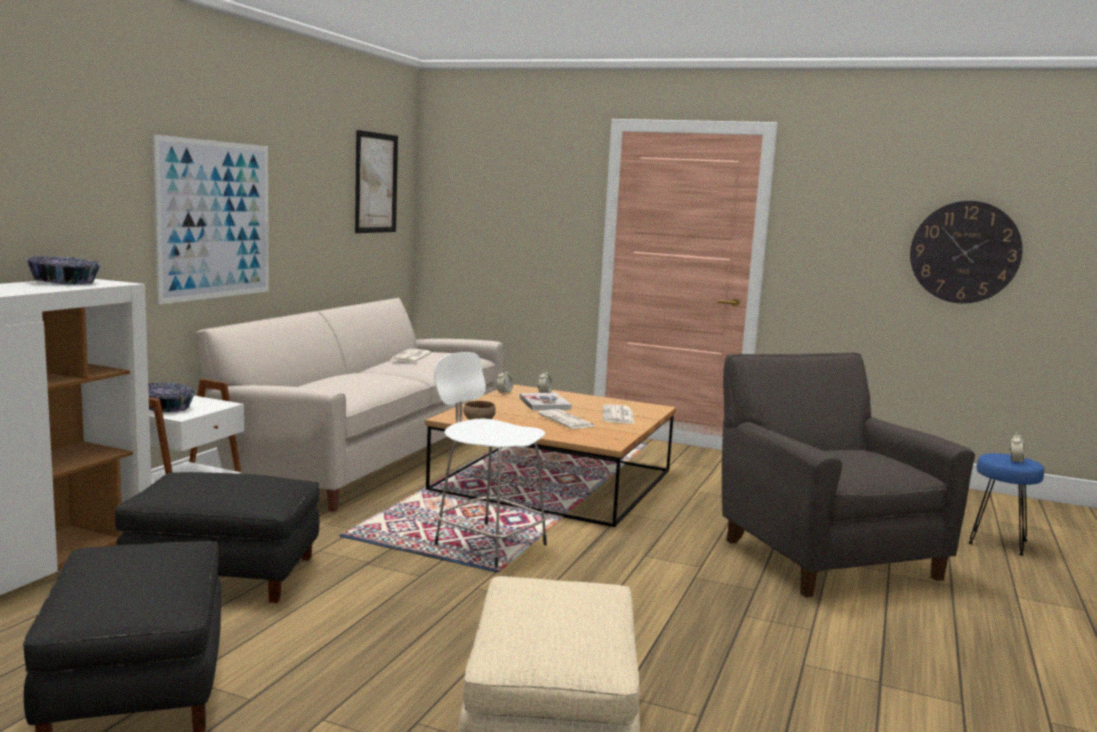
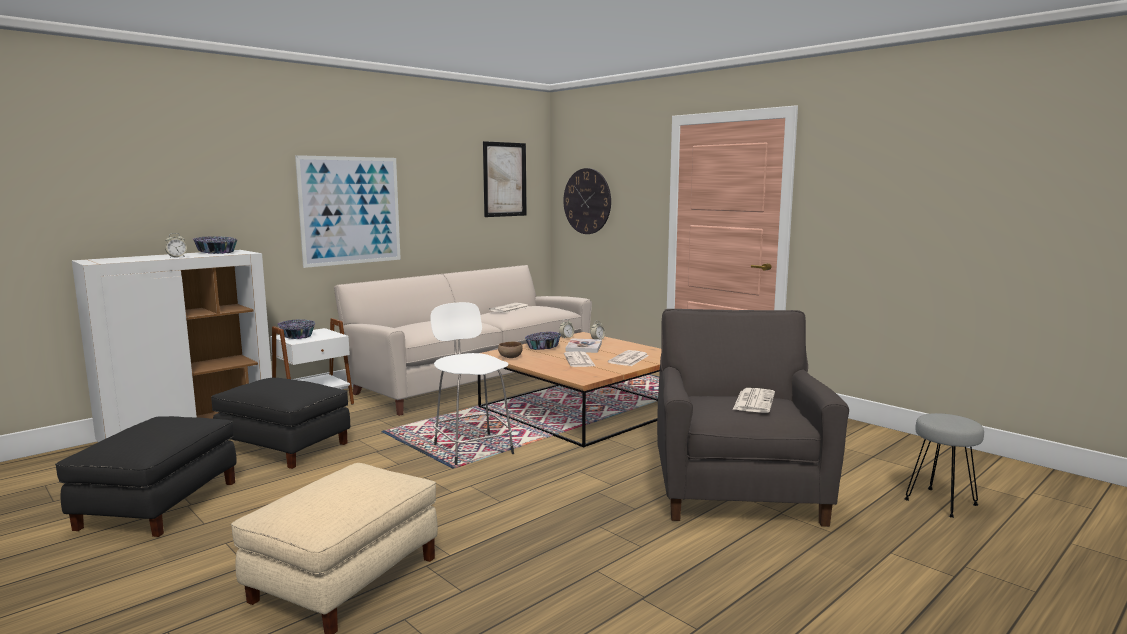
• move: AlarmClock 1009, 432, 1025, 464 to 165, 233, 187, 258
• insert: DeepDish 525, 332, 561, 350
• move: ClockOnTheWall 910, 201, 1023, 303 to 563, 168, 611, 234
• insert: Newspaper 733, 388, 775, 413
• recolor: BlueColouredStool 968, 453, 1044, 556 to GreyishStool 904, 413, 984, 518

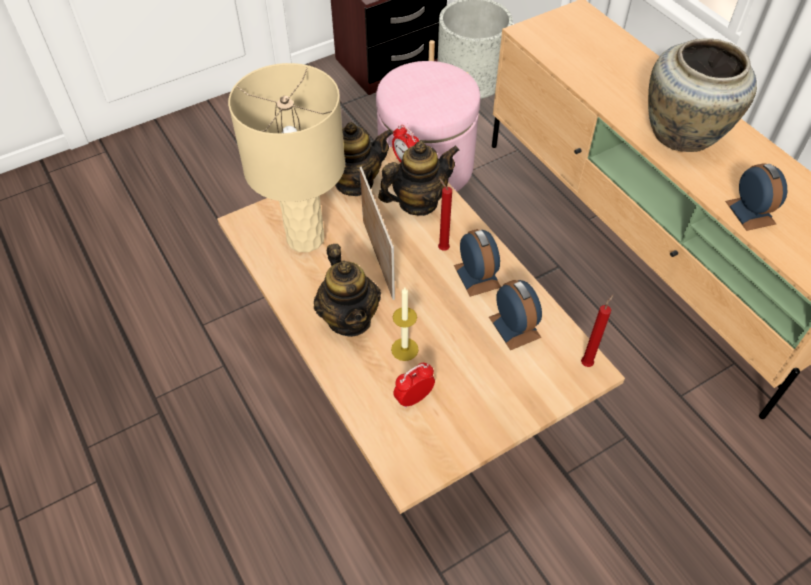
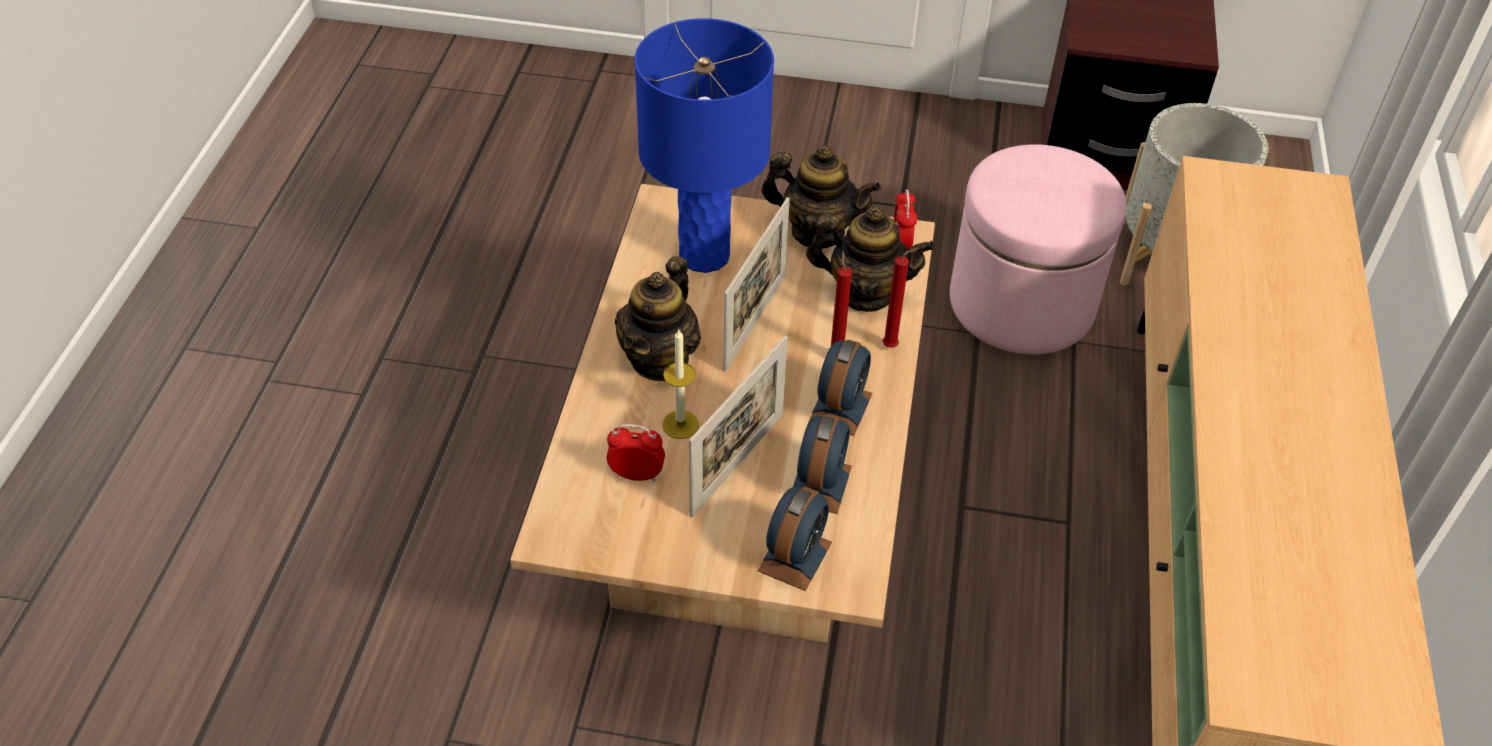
• recolor: BeigeLampForATable 228, 63, 345, 252 to BlueColouredLampForATable 635, 18, 774, 273
• insert: StandingFrame 689, 335, 788, 517
• move: AlarmClock 725, 163, 787, 231 to 758, 487, 832, 591
• move: ReddishCandle 581, 295, 614, 367 to 882, 248, 917, 348
• delete: BeigeVase 648, 38, 757, 152

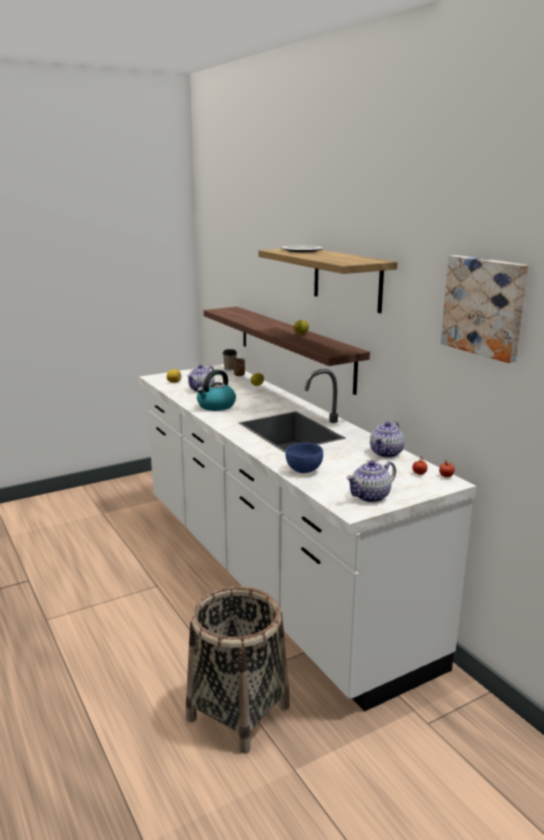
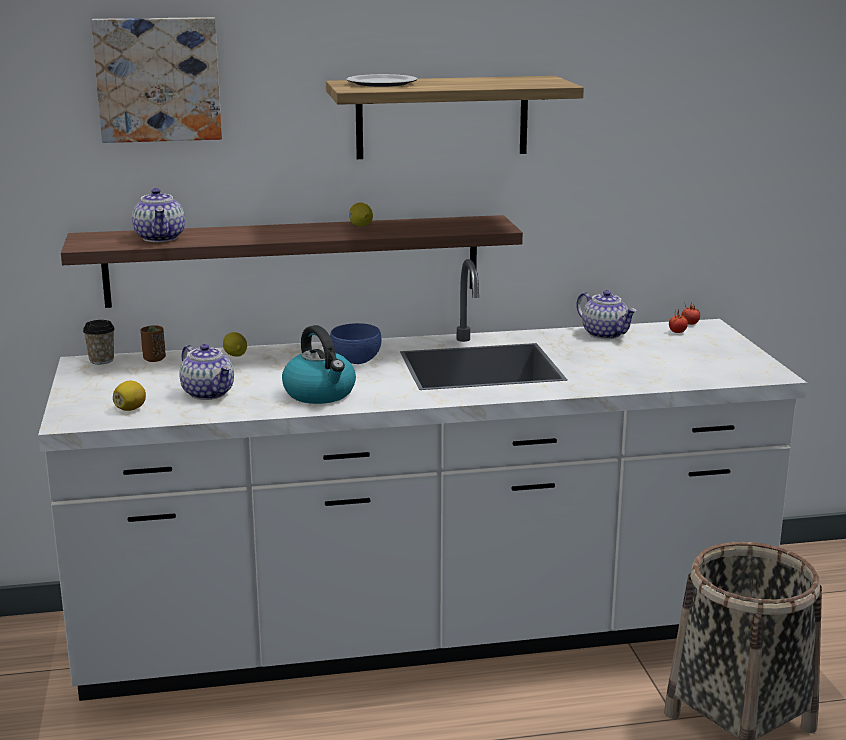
• move: Picture 441, 255, 528, 363 to 91, 17, 222, 143
• move: Teapot 346, 460, 396, 502 to 132, 188, 185, 242
• move: BlueColouredDeepDish 285, 443, 323, 473 to 330, 323, 381, 364

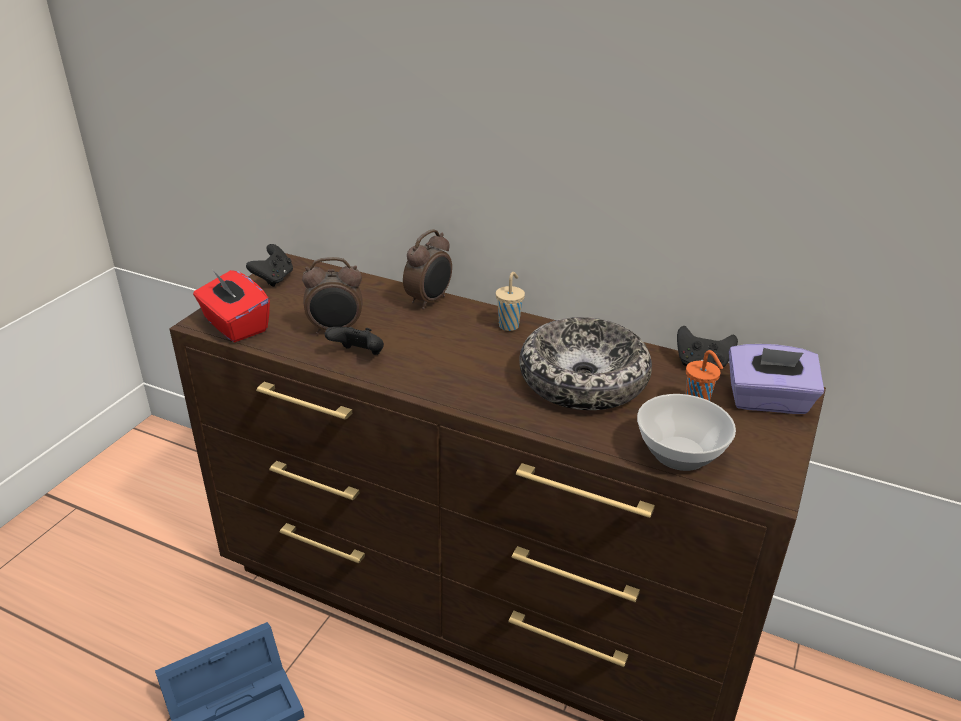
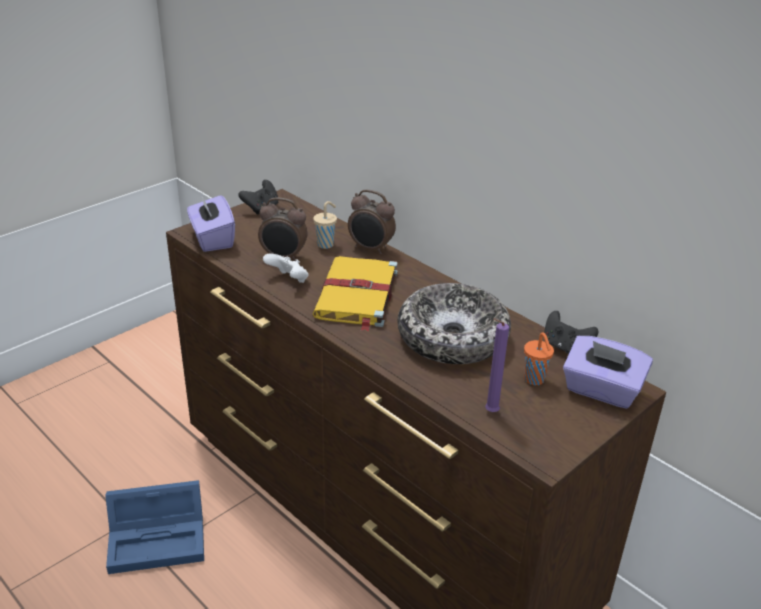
• recolor: ReddishBoxOfTissues 193, 269, 270, 342 to PurpleBoxOfTissues 187, 193, 235, 252
• recolor: BlackGamepad 325, 327, 384, 355 to WhiteGamepad 263, 254, 309, 283
• insert: YellowColouredBook 312, 256, 398, 331
• move: BeigeDrinkingCup 496, 272, 525, 331 to 313, 201, 337, 249
• rotate: AlarmClock 403, 229, 452, 310 = 348, 189, 396, 255 60 degrees clockwise
• replace: DeepDish 637, 394, 736, 471 to PurpleCandle 485, 319, 509, 412

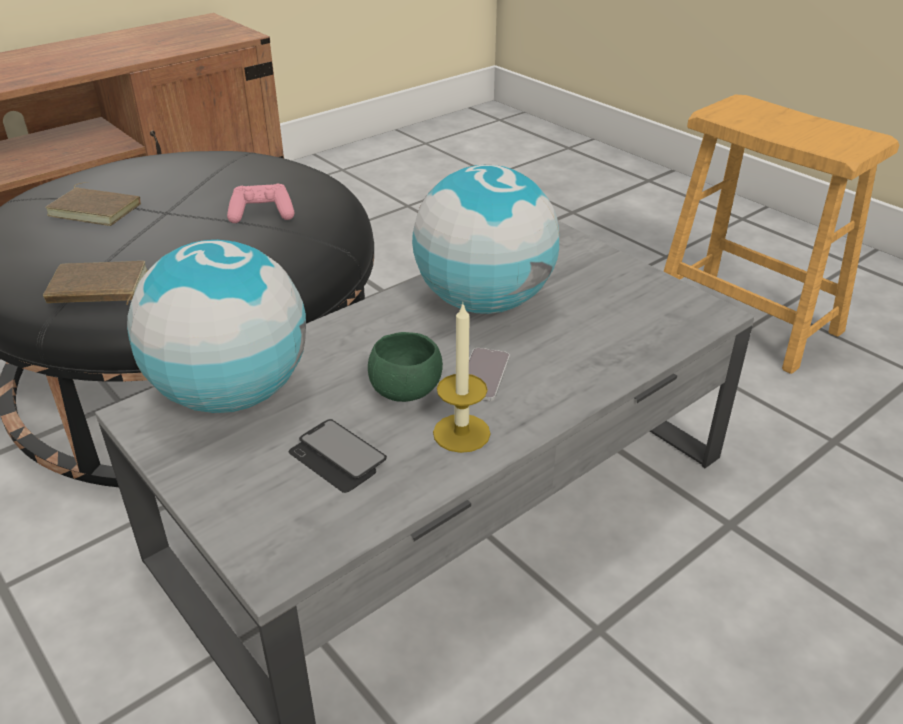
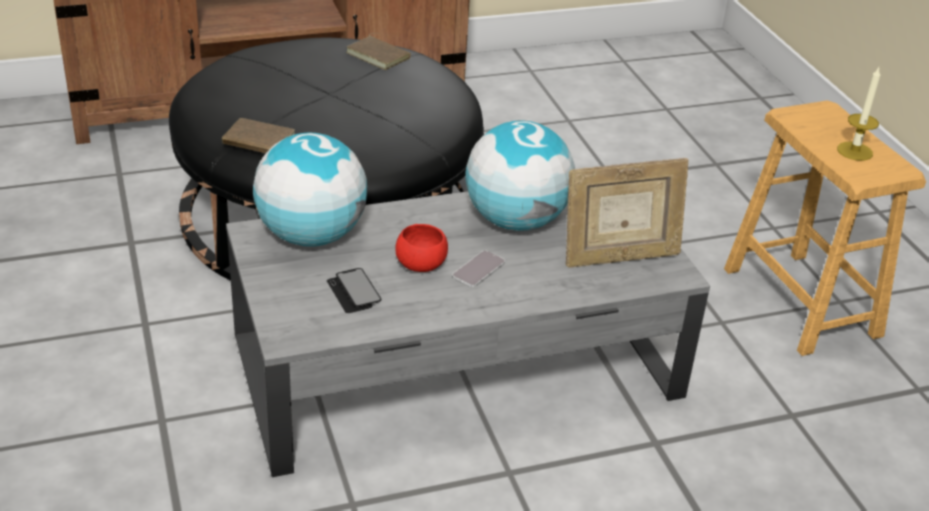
• move: BrownishBook 45, 182, 141, 226 to 346, 33, 411, 70
• recolor: GreenDeepDish 368, 332, 443, 402 to ReddishDeepDish 395, 224, 448, 272
• insert: StandingFrame 566, 158, 688, 268
• move: Candle 433, 302, 491, 453 to 837, 68, 881, 161
• delete: PinkGamepad 227, 183, 294, 223

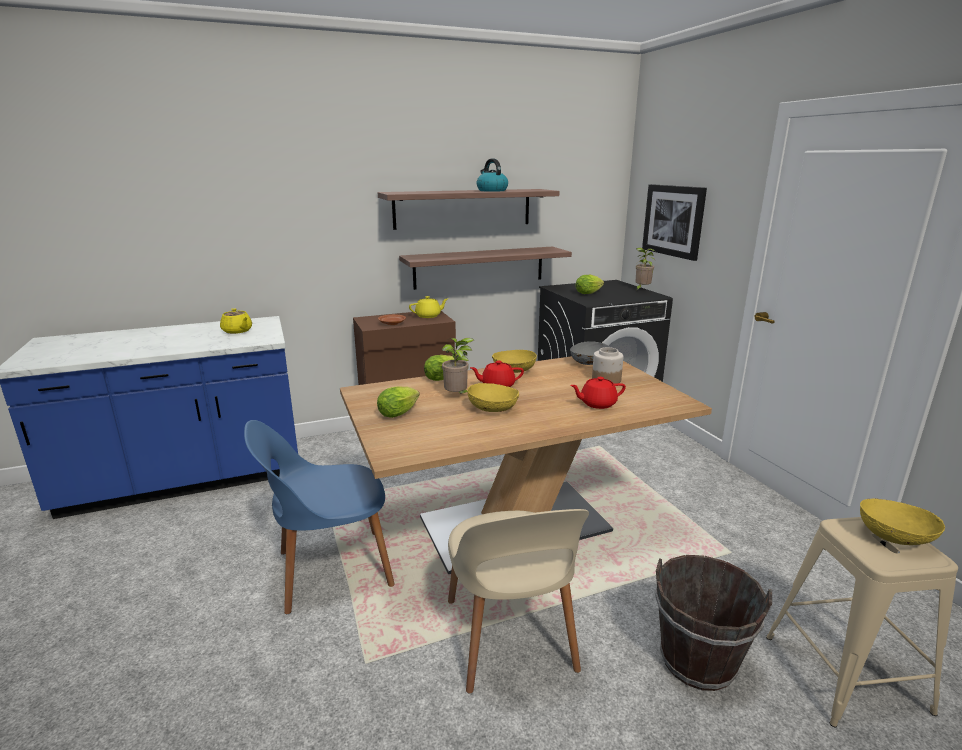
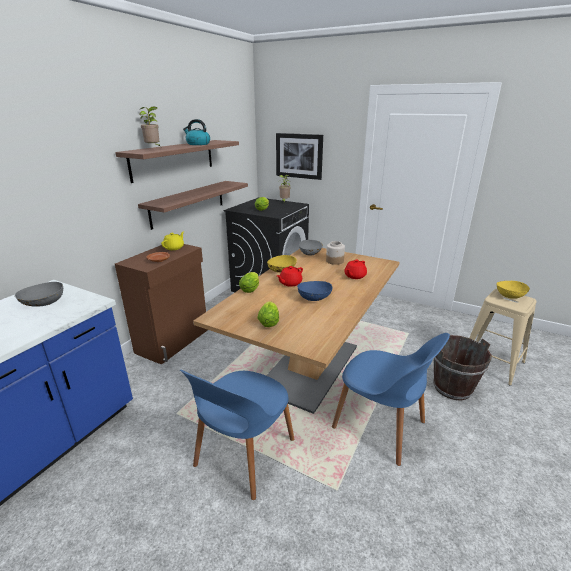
• replace: YellowColouredTeapot 220, 308, 252, 334 to GreyishDeepDish 15, 282, 63, 307
• move: PlantInAPot 442, 338, 474, 394 to 140, 106, 161, 147
• recolor: YellowColouredDeepDish 467, 383, 519, 412 to BlueColouredDeepDish 297, 281, 333, 301
• recolor: BeigeChair 448, 509, 589, 694 to BlueColouredChair 332, 333, 450, 466

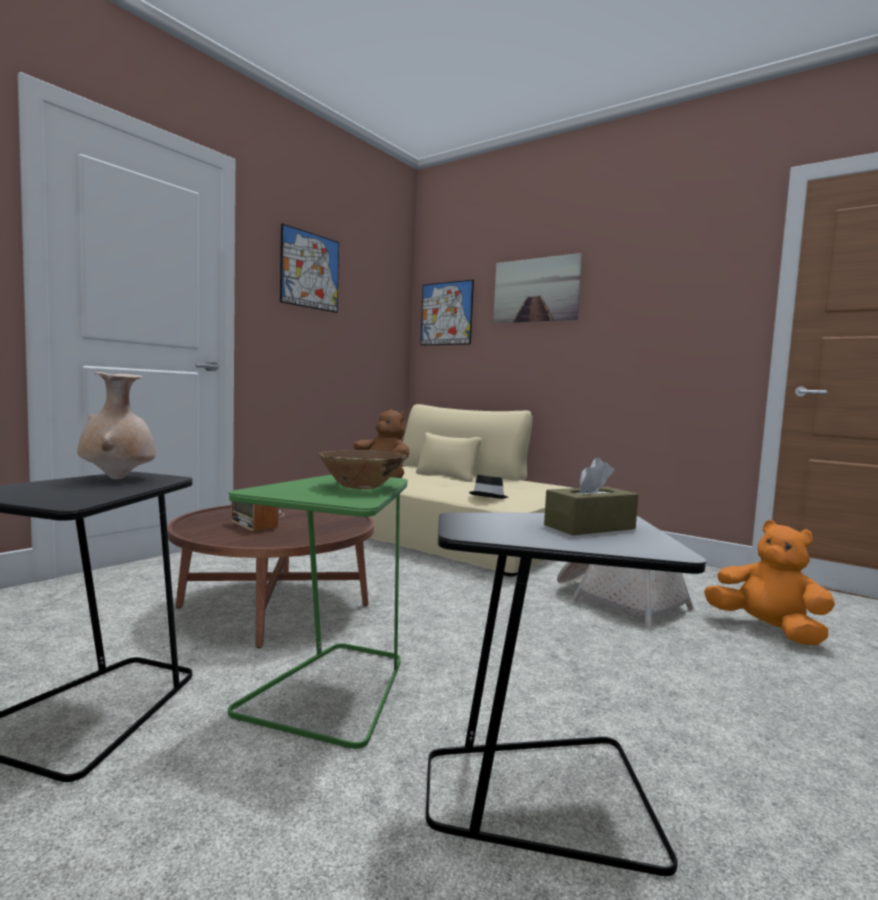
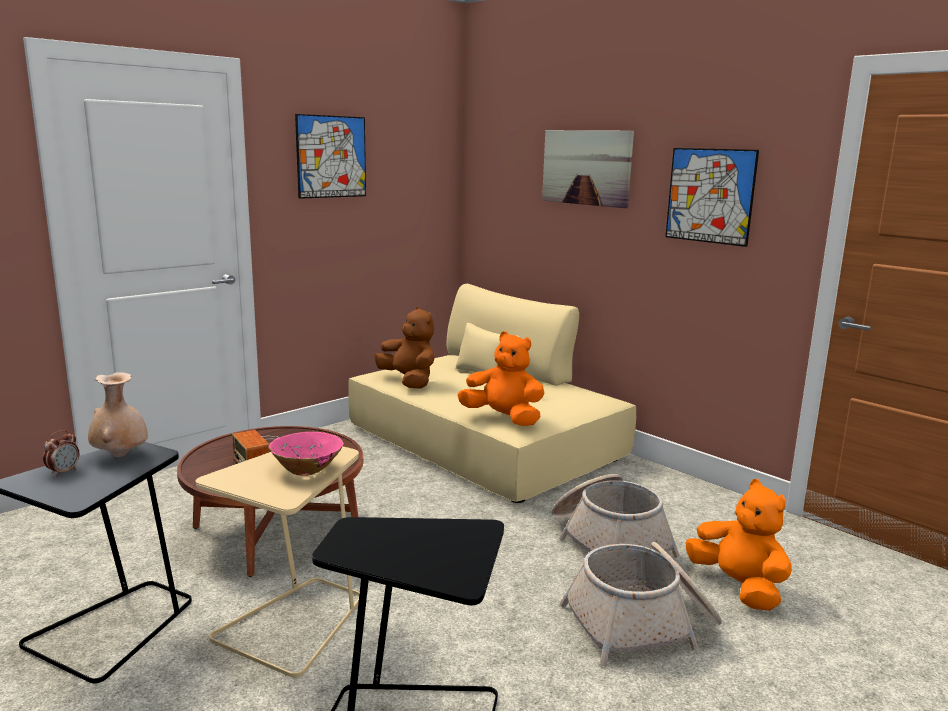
• insert: AlarmClock 43, 430, 79, 477
• recolor: GreenEndTable 228, 474, 408, 749 to BeigeEndTable 195, 446, 360, 677
• recolor: BrownishDeepDish 319, 450, 407, 489 to PinkDeepDish 269, 432, 344, 476
• replace: BlackClothingHat 469, 475, 509, 499 to OrangeCuddlyToy 457, 331, 544, 426
• insert: StorageBasket 560, 542, 722, 666
• move: Picture 420, 280, 474, 345 to 665, 148, 759, 247
• delete: BrownishBoxOfTissues 544, 457, 638, 535

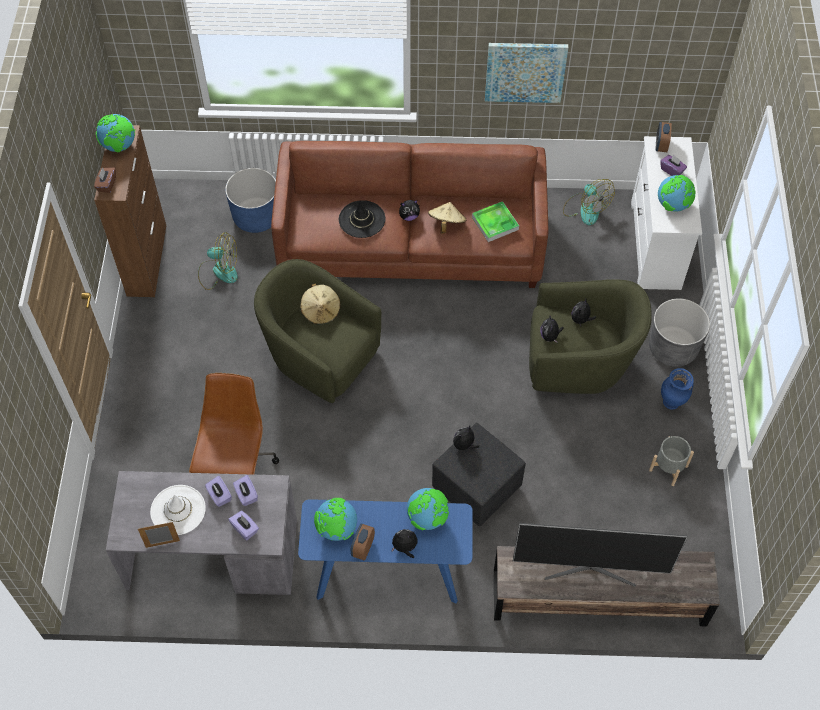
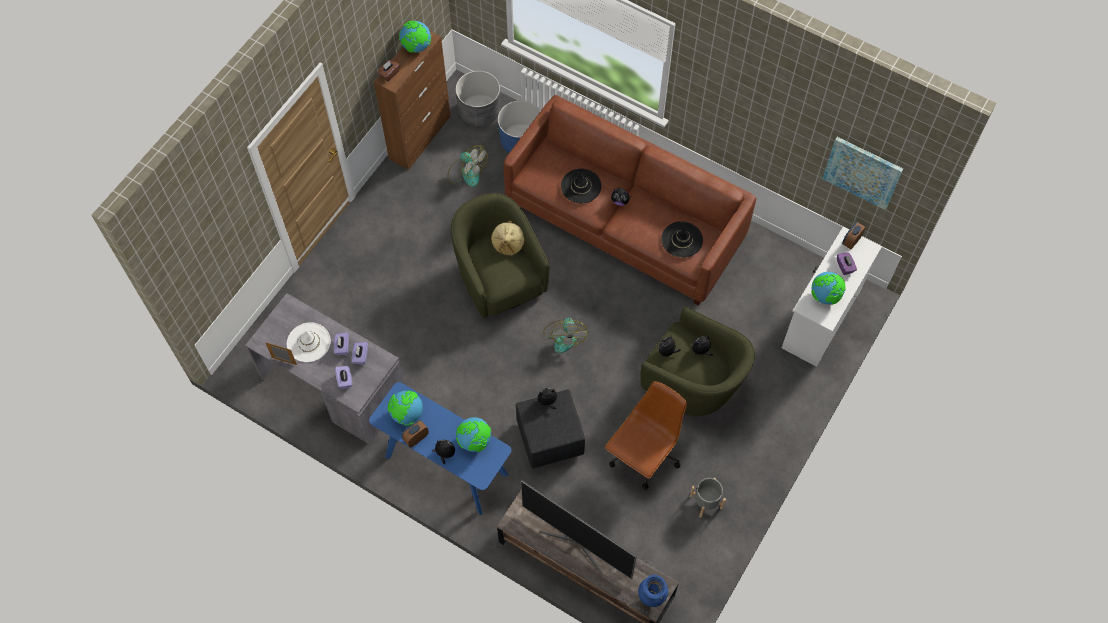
• move: GreyishPlantPot 649, 298, 710, 367 to 456, 71, 500, 126
• move: ElectricFan 563, 179, 615, 225 to 543, 318, 588, 353
• move: BrownishOfficeChair 189, 373, 280, 475 to 605, 381, 687, 490
• move: BlueColouredVase 661, 368, 694, 410 to 638, 575, 668, 607
• replace: ServingTray 472, 201, 519, 242 to BlackClothingHat 661, 221, 703, 258
• move: Picture 485, 43, 568, 103 to 822, 137, 903, 210
• delete: BeigeClothingHat 428, 202, 466, 234

